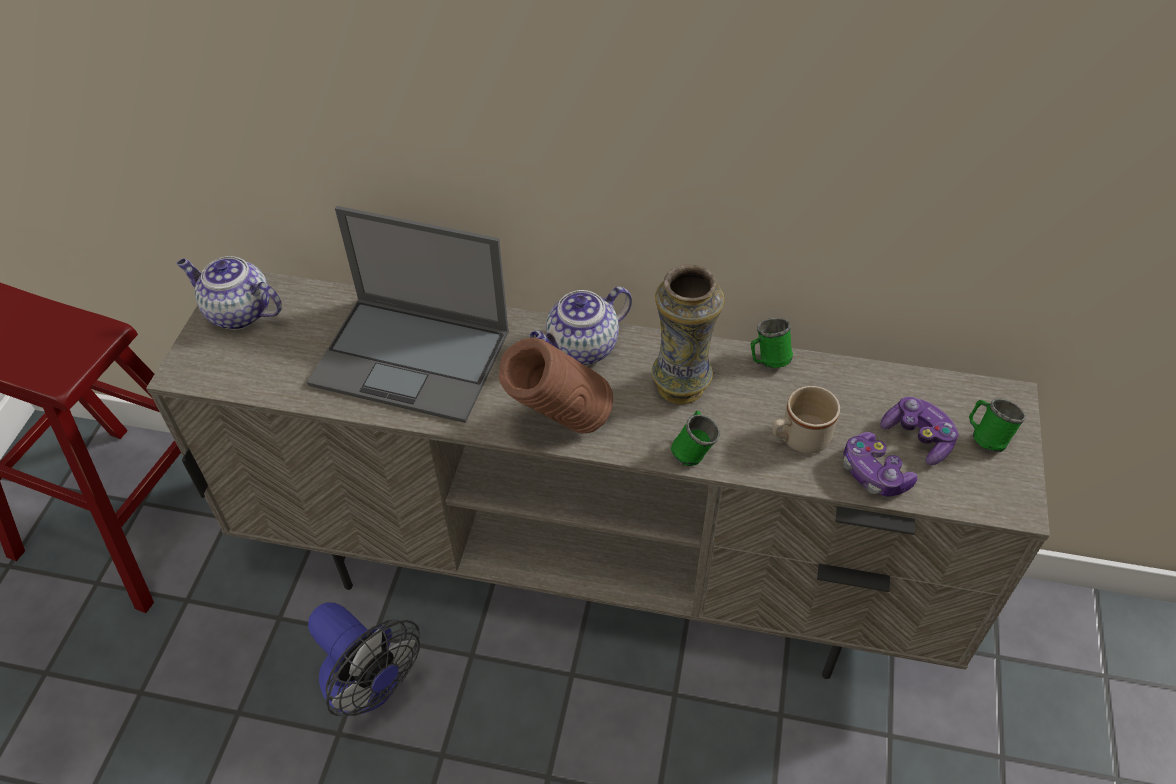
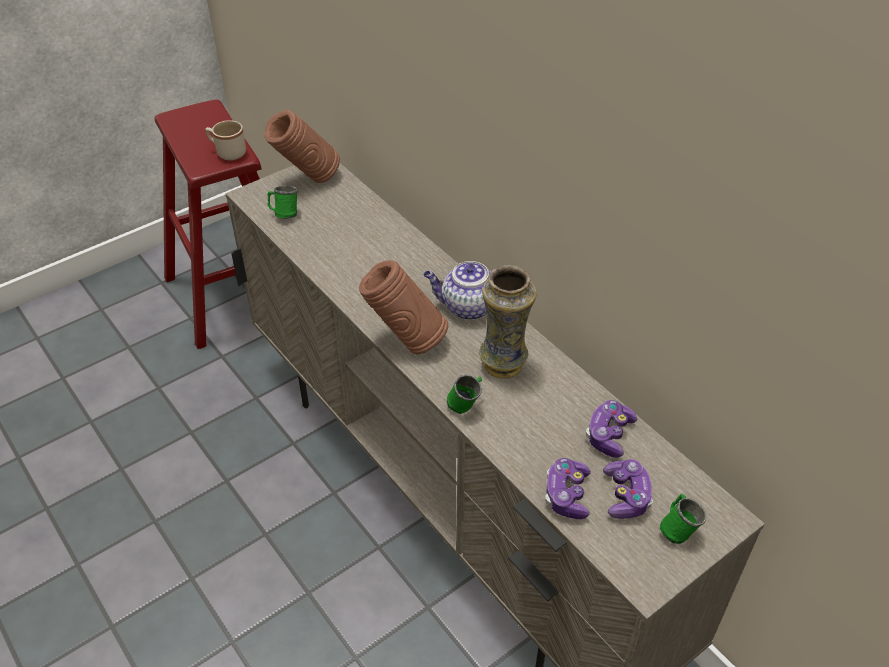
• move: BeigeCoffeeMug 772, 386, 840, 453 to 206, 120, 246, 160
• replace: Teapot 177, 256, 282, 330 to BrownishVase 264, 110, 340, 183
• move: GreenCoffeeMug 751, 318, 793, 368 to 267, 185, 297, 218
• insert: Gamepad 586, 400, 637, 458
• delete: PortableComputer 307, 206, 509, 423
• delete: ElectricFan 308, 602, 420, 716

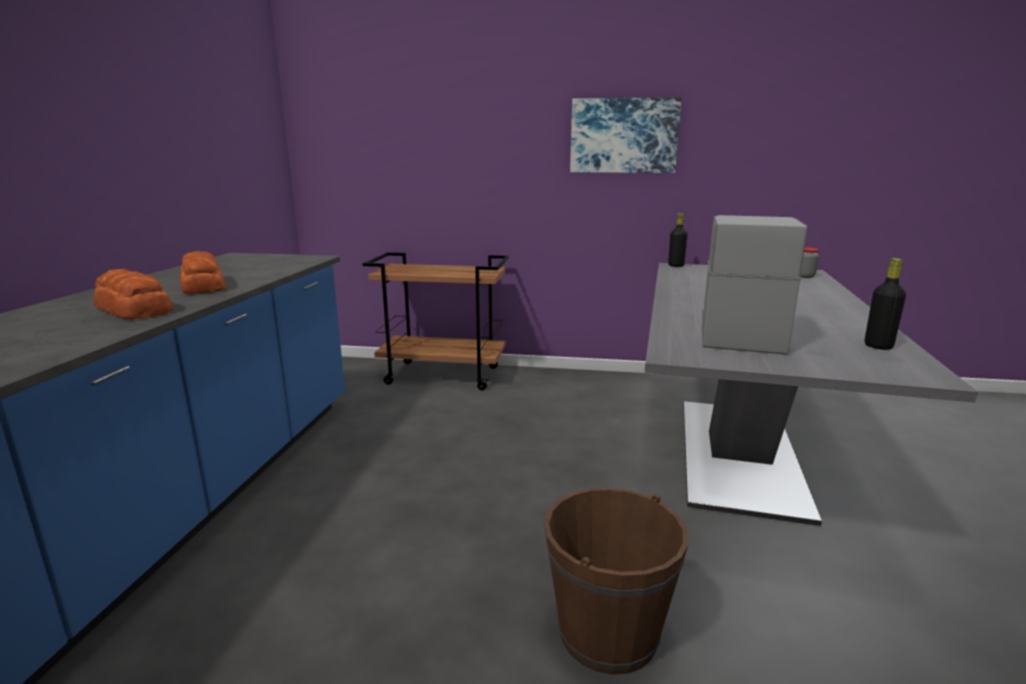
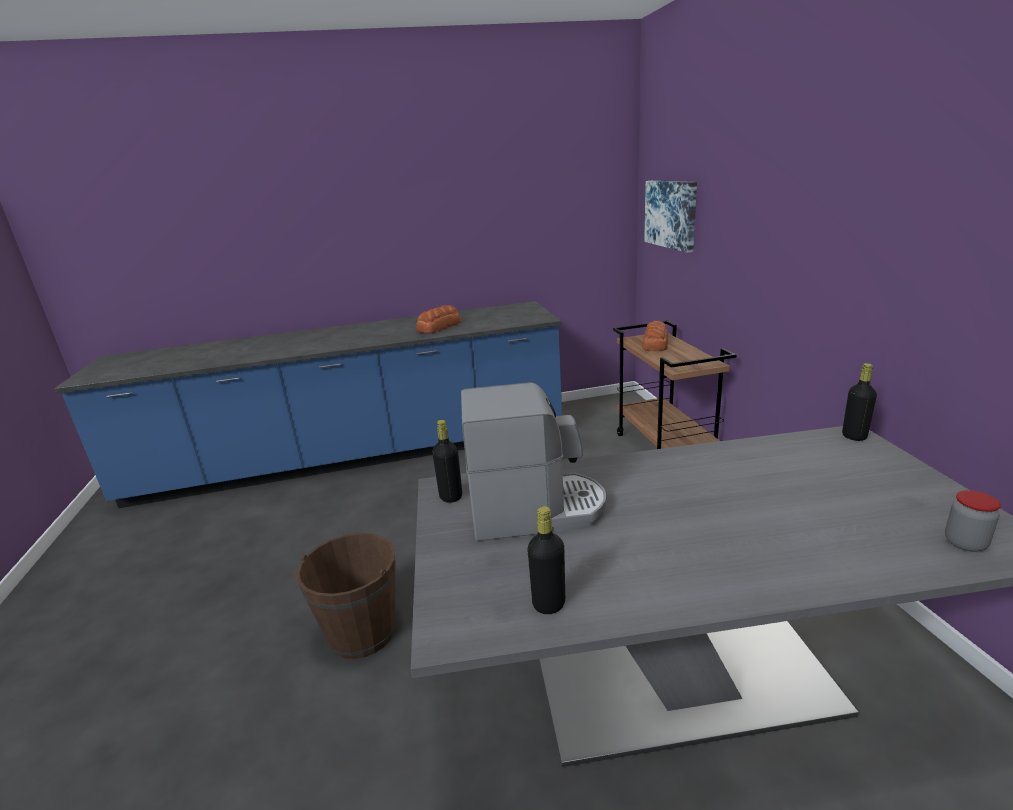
• insert: BlackBottle 432, 420, 462, 503
• move: BakedBread 94, 269, 174, 320 to 642, 321, 668, 351
• move: Picture 570, 97, 682, 173 to 644, 181, 697, 253

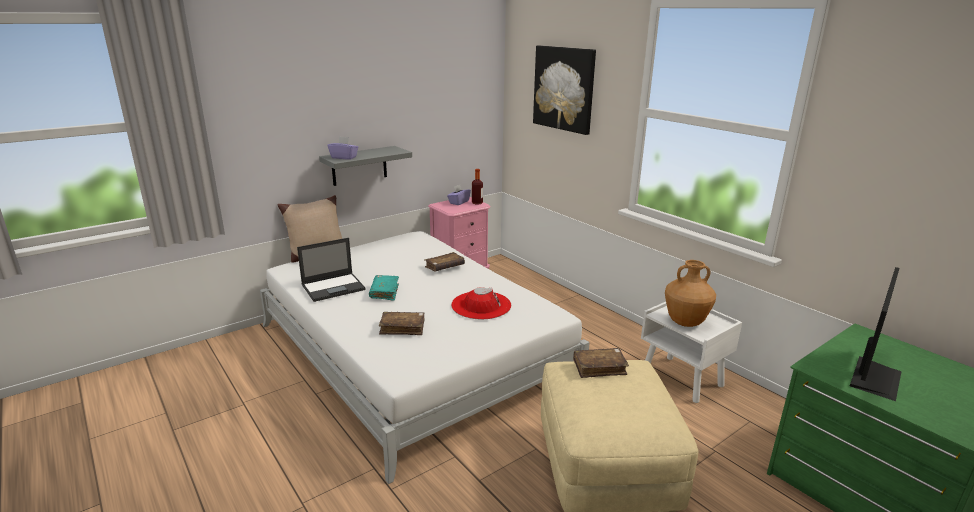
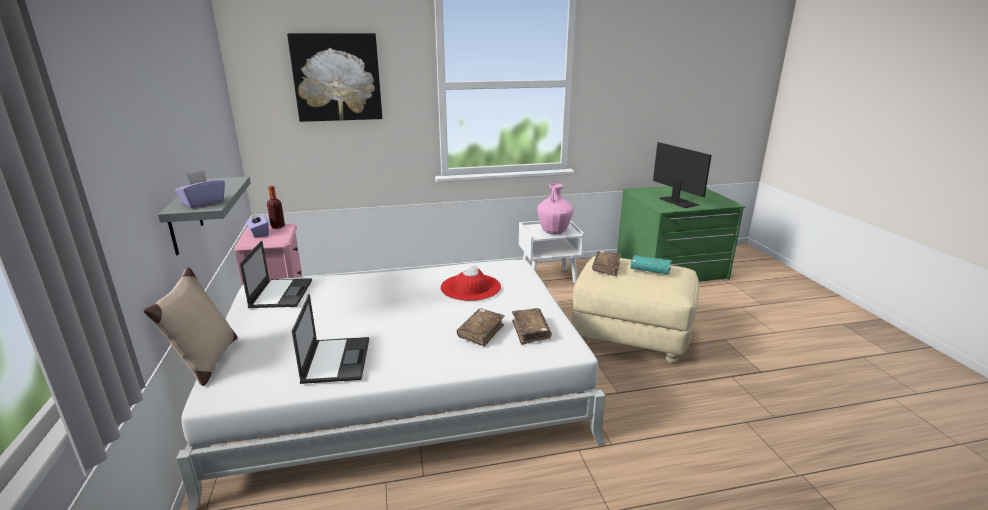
• insert: PortableComputer 239, 240, 312, 308
• move: BrownishBook 424, 252, 465, 271 to 512, 308, 552, 345
• recolor: BrownishVase 665, 260, 716, 327 to PinkVase 537, 184, 574, 234
• move: BlueGreenBook 369, 275, 399, 301 to 630, 255, 672, 274

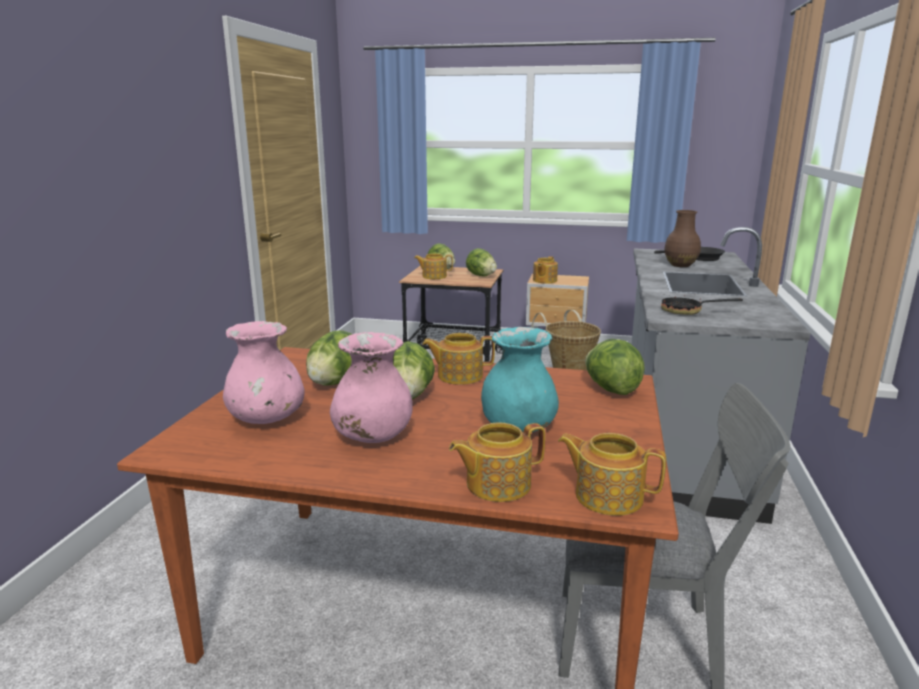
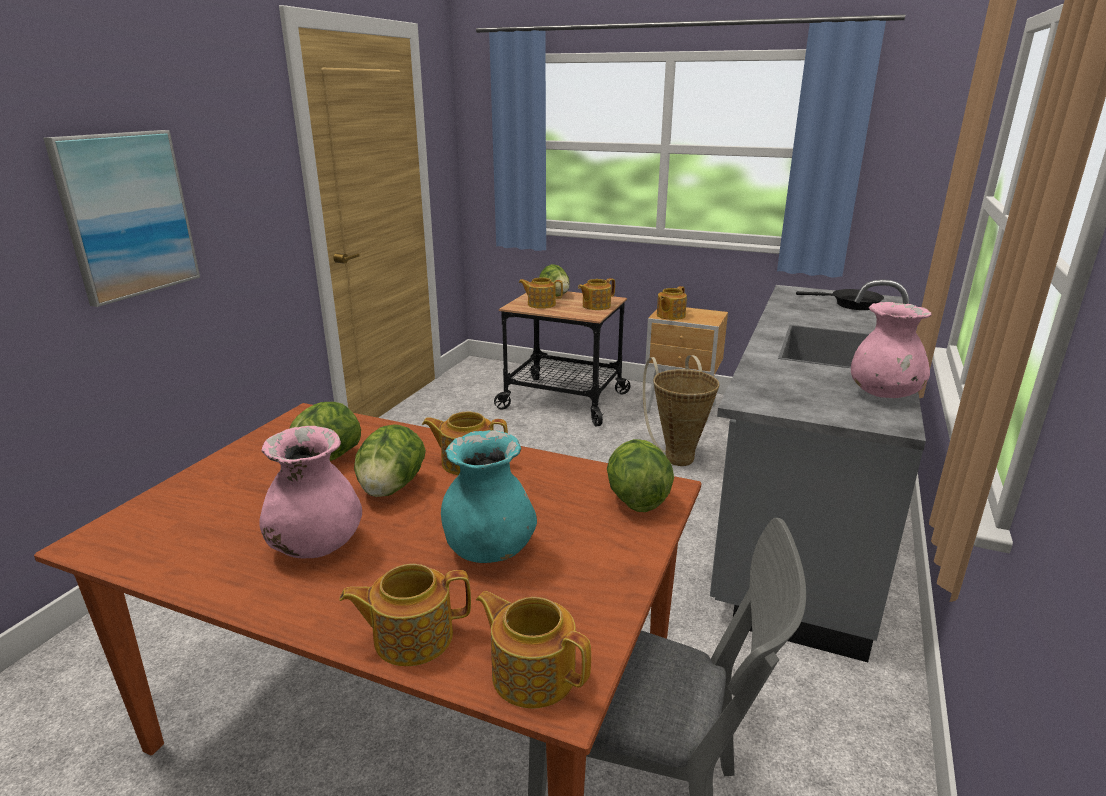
• insert: Picture 43, 130, 200, 307
• replace: HeadOfLettuce 466, 248, 497, 276 to Teapot 578, 278, 615, 310
• move: PinkVase 223, 321, 305, 424 to 851, 302, 932, 398
• delete: FryingPan 661, 295, 743, 315
• delete: BrownishVase 664, 210, 701, 267

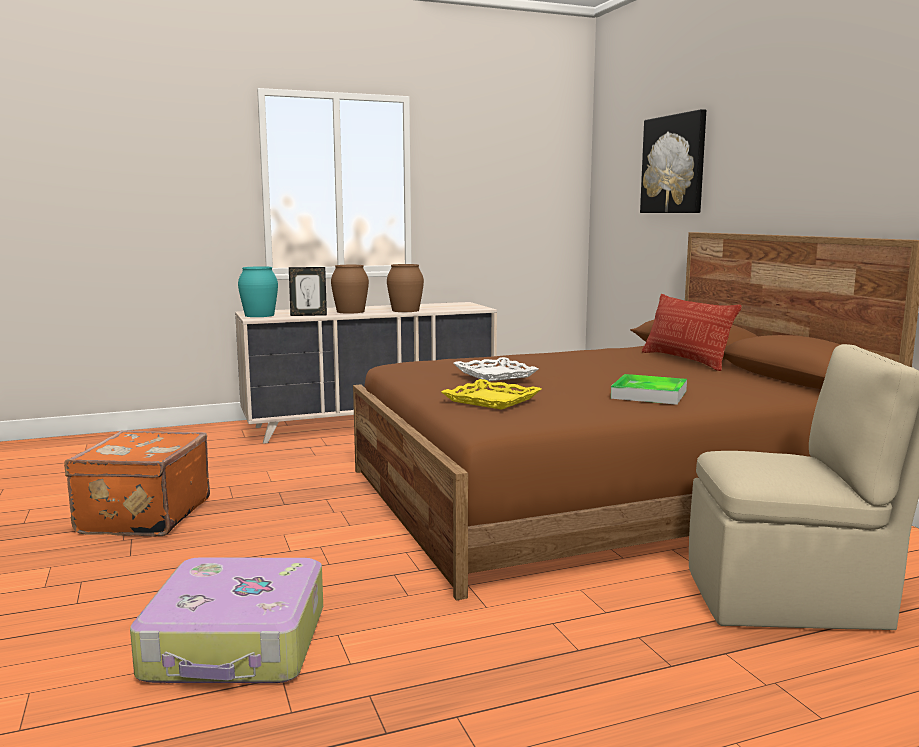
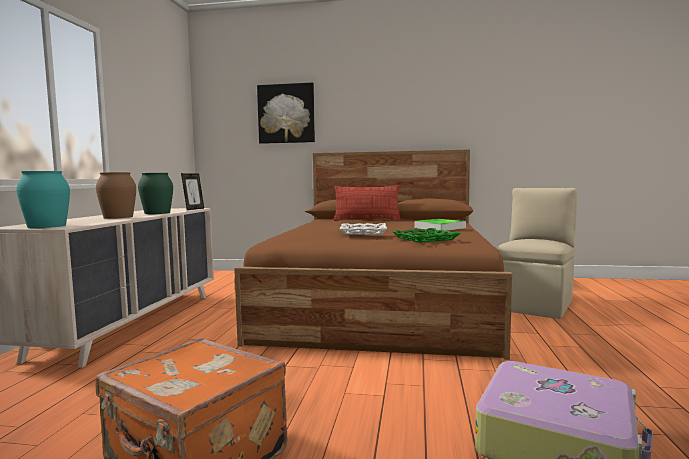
• recolor: BrownishVase 387, 264, 424, 312 to GreenVase 138, 173, 173, 214
• move: StandingFrame 289, 267, 327, 316 to 181, 173, 204, 210
• recolor: YellowColouredServingTray 441, 379, 541, 410 to GreenServingTray 392, 228, 461, 243

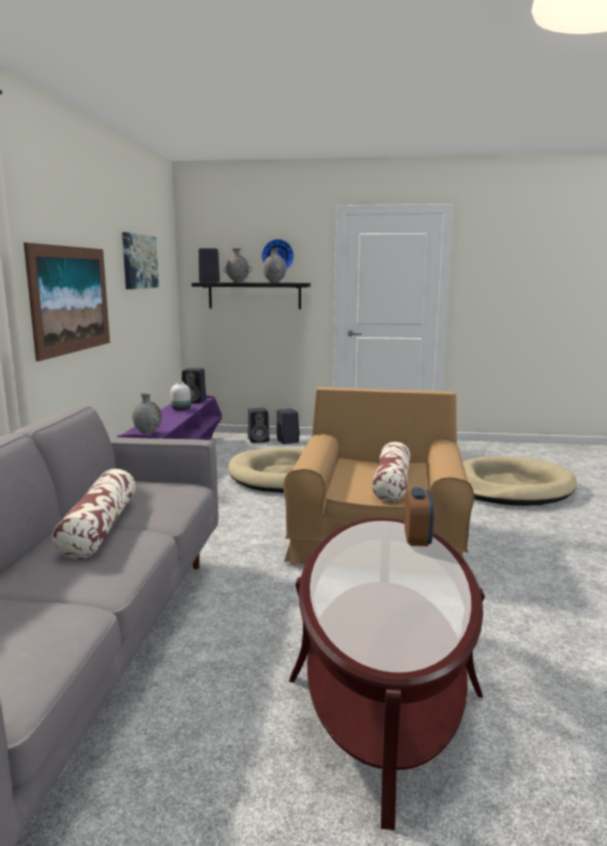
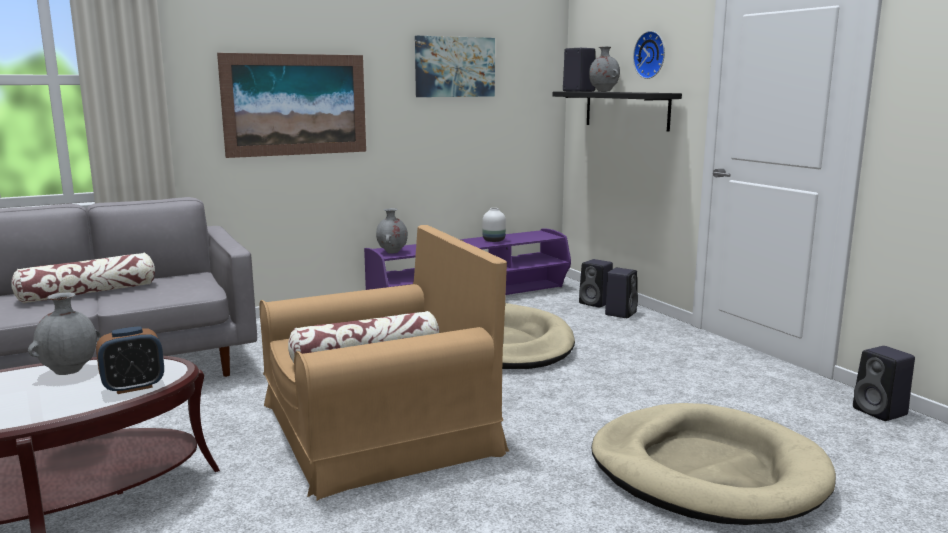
• move: GreyishVase 263, 248, 286, 283 to 28, 293, 101, 375
• move: BlackAudioSpeaker 182, 368, 206, 403 to 853, 346, 915, 421

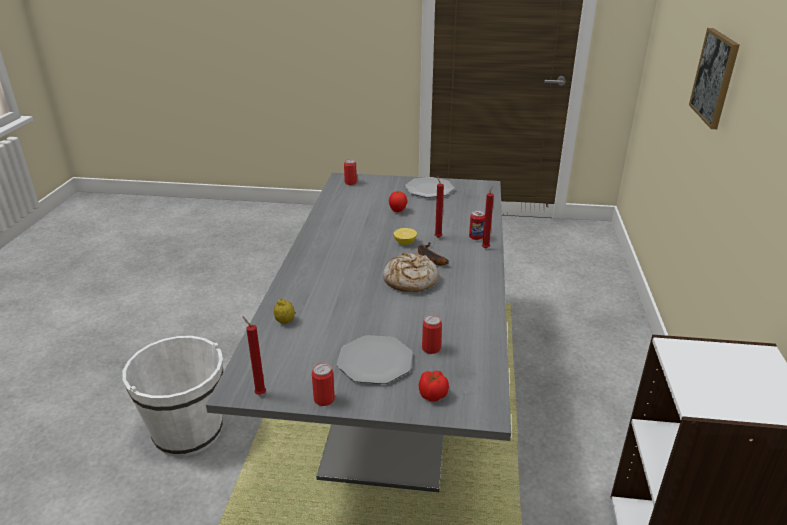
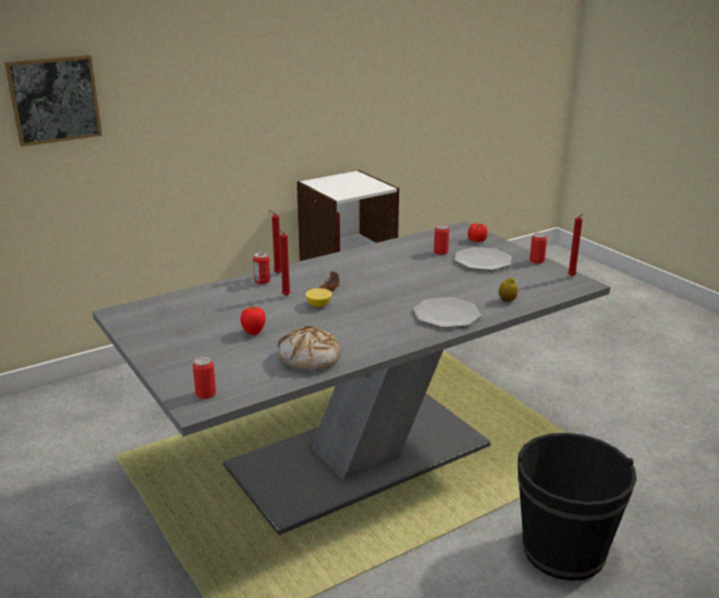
• move: BakedBread 383, 252, 439, 292 to 278, 326, 340, 371
• move: Plate 405, 177, 454, 198 to 413, 297, 481, 328
• recolor: WhiteBucket 122, 336, 223, 457 to BlackBucket 518, 433, 637, 581

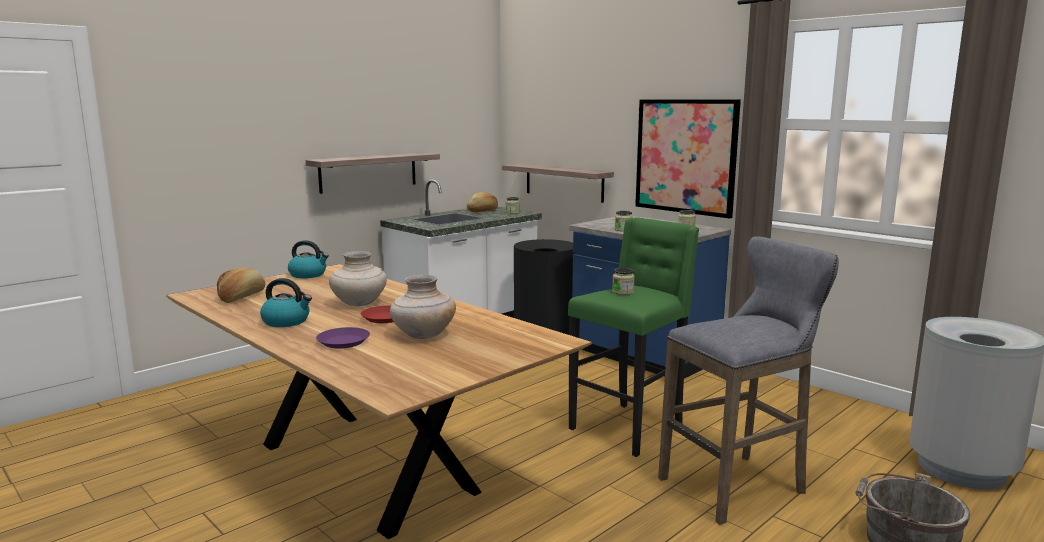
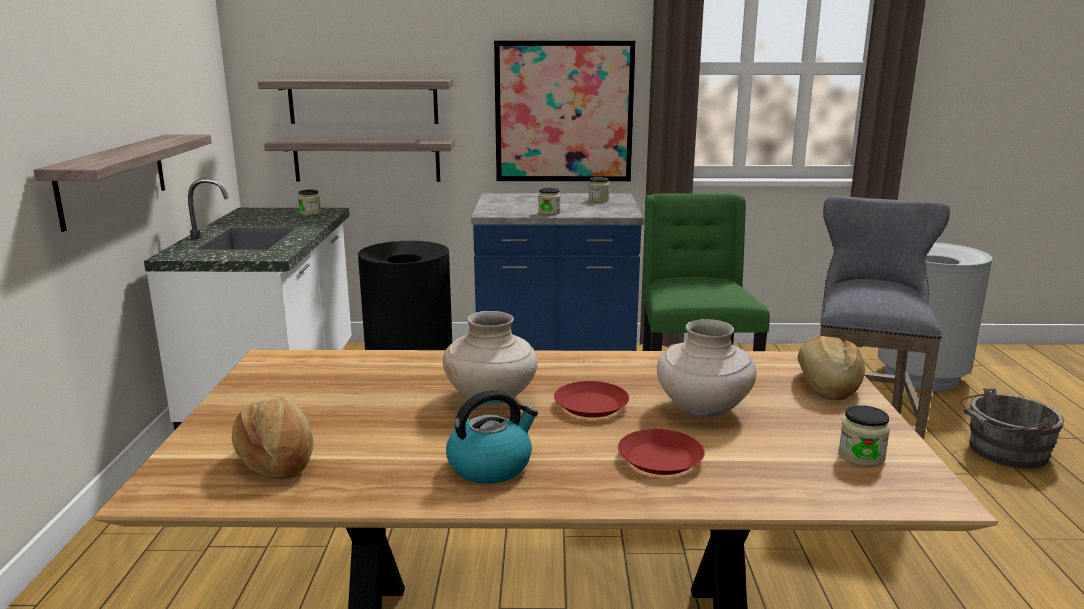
• insert: BracketShelf 258, 79, 453, 124
• recolor: PurplePlate 316, 327, 370, 348 to ReddishPlate 618, 429, 705, 475
• move: BakedBread 467, 192, 498, 212 to 797, 335, 865, 400
• move: StorageJar 612, 268, 635, 295 to 838, 405, 890, 467
• delete: Kettle 288, 240, 329, 278

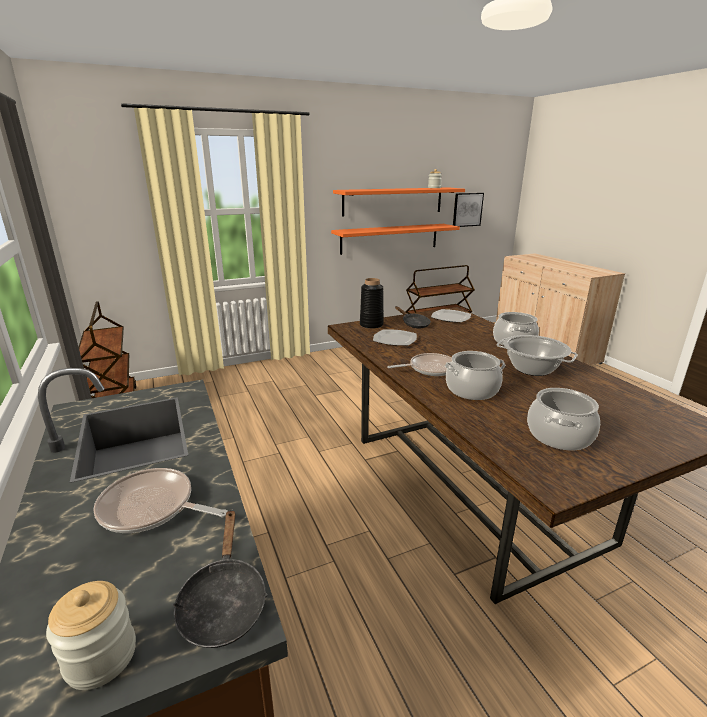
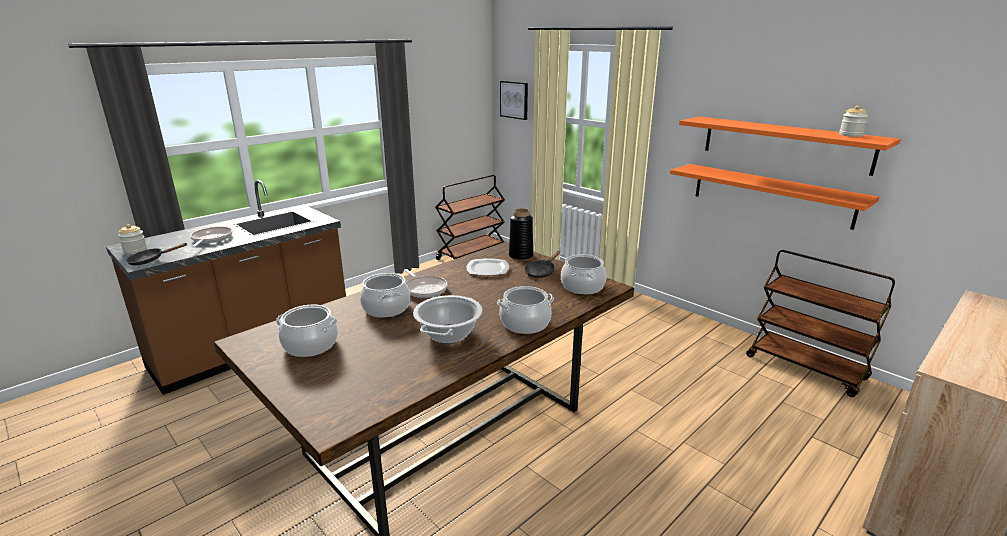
• move: Picture 453, 193, 484, 227 to 500, 81, 528, 120
• replace: Plate 431, 309, 471, 323 to Stockpot 561, 254, 606, 294

